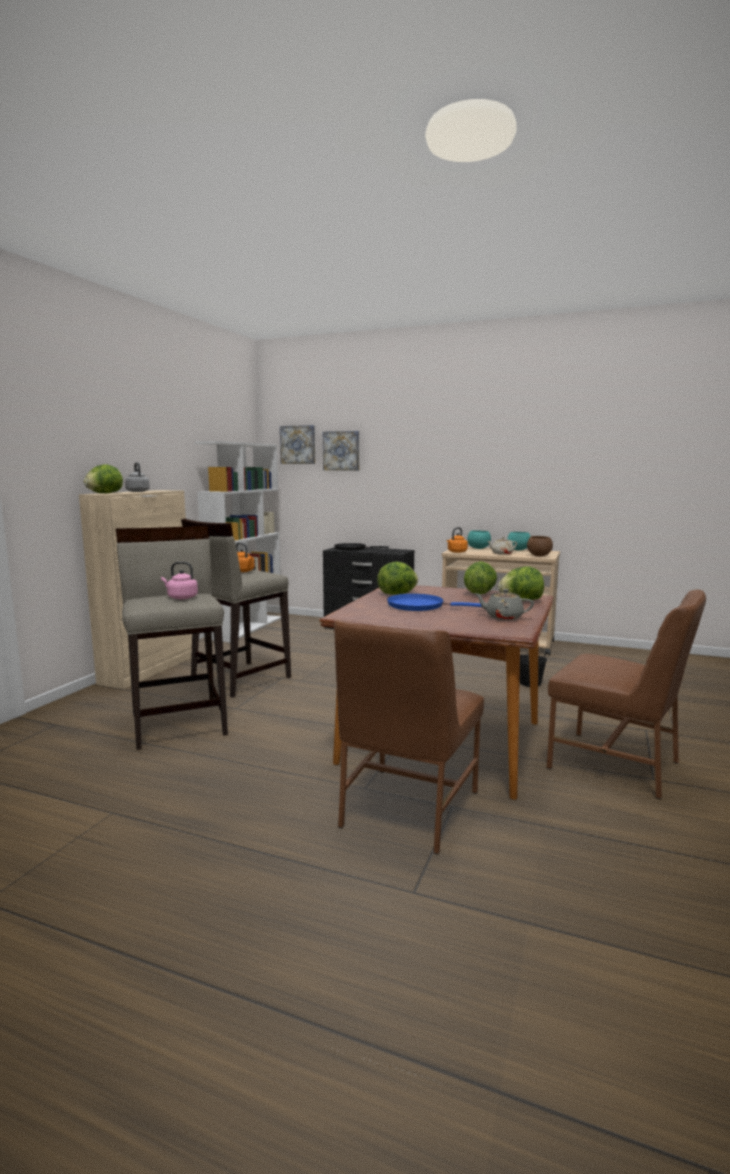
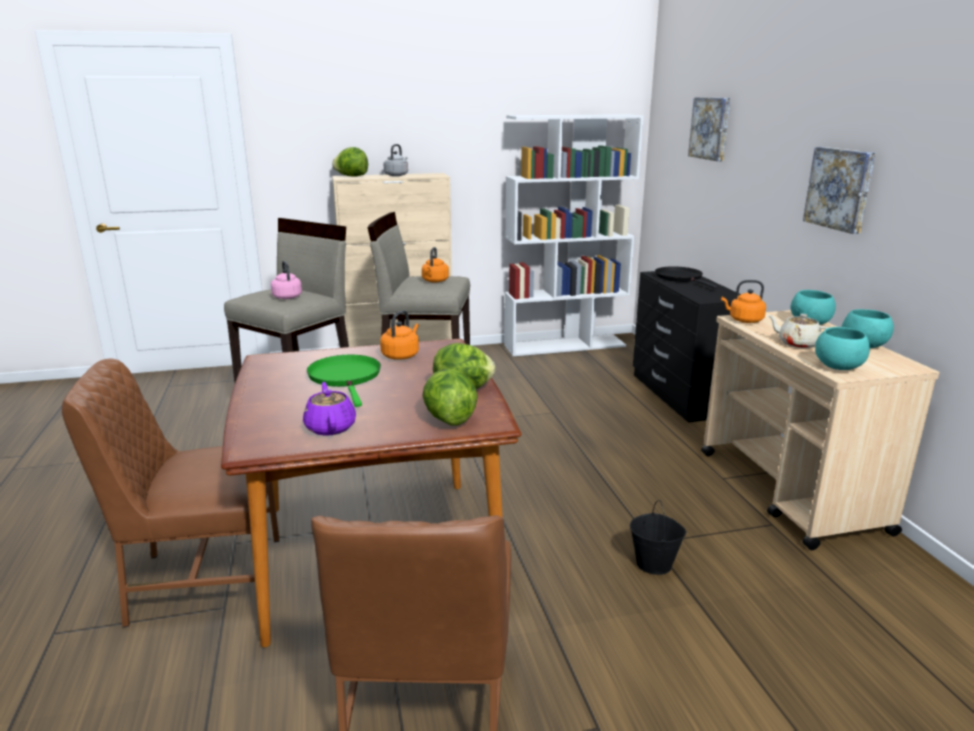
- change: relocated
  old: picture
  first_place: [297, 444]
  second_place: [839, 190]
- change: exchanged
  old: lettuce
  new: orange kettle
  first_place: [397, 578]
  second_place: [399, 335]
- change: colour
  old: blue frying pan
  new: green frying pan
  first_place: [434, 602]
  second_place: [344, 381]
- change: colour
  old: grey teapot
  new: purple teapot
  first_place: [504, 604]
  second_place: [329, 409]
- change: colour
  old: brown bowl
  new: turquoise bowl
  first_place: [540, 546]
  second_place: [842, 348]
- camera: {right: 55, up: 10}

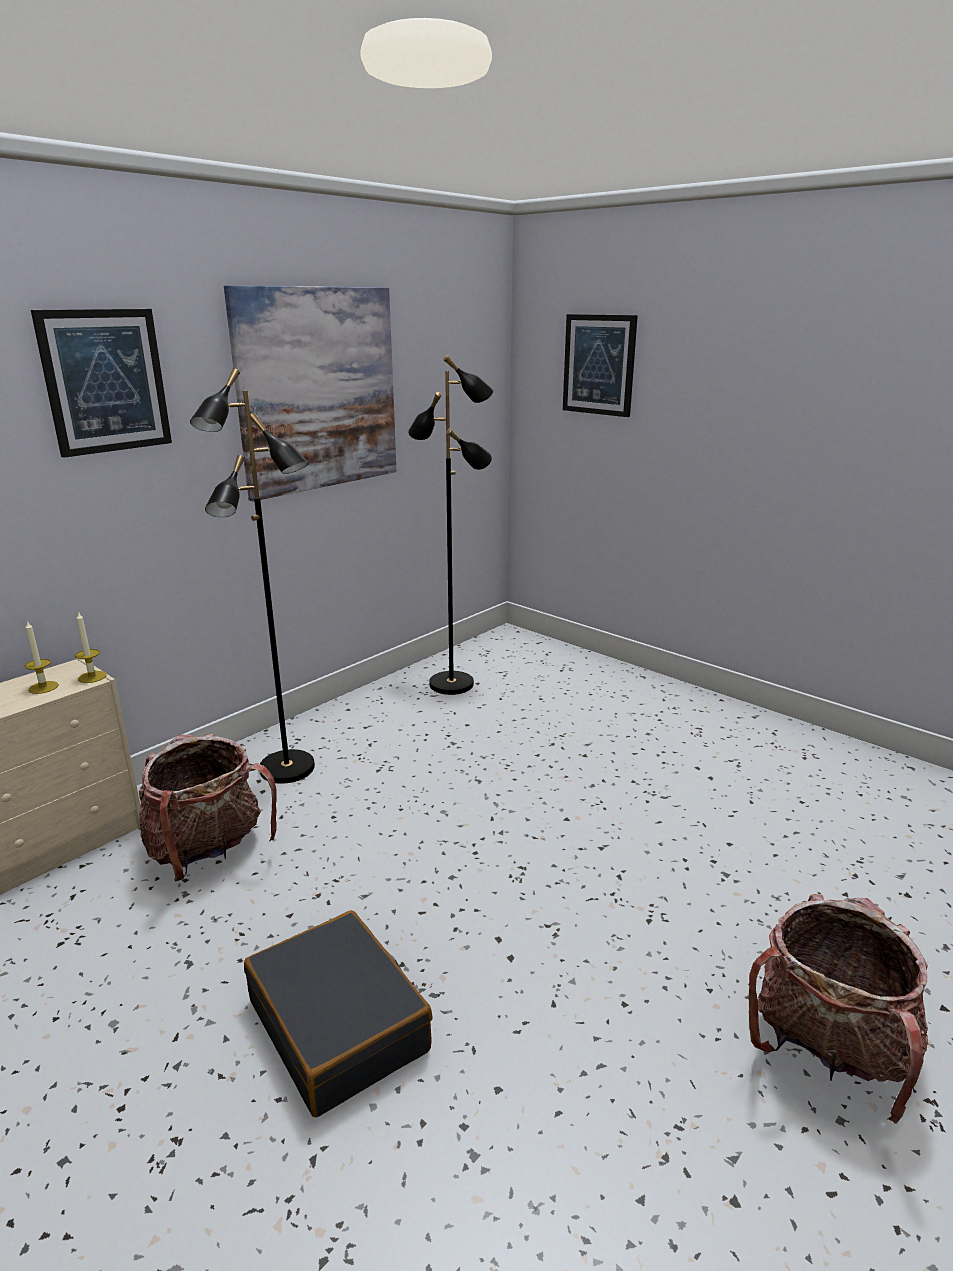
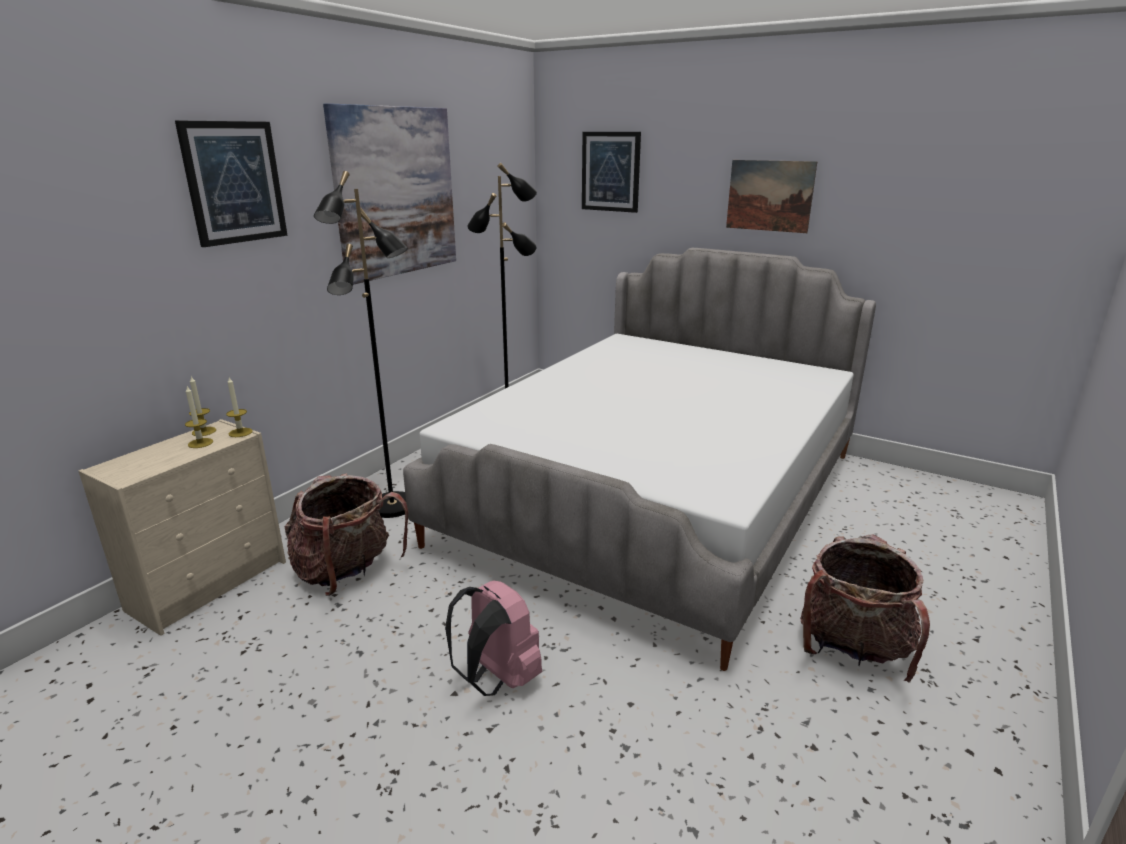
- change: appeared
  new: candle
  second_place: [202, 406]
- change: appeared
  new: bed
  second_place: [639, 459]
- change: appeared
  new: picture
  second_place: [771, 196]
- change: exchanged
  old: black suitcase
  new: pink backpack
  first_place: [338, 1013]
  second_place: [493, 638]
- camera: {right: -10, up: 0}

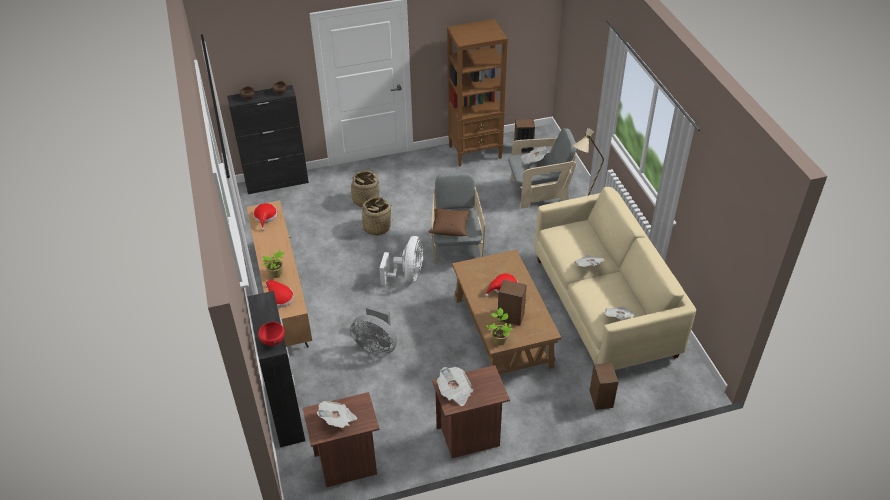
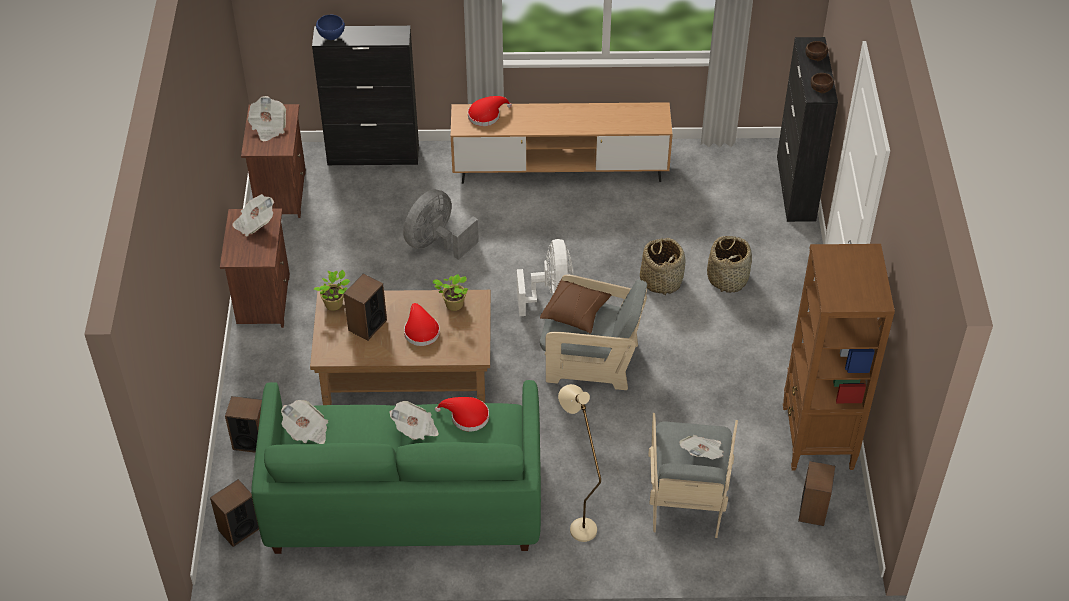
- change: appeared
  new: speaker
  second_place: [234, 513]
- change: relocated
  old: red hat
  first_place: [265, 217]
  second_place: [462, 414]
- change: relocated
  old: potted plant
  first_place: [273, 264]
  second_place: [450, 292]
- change: colour
  old: red bowl
  new: blue bowl
  first_place: [271, 334]
  second_place: [330, 27]
- change: colour
  old: beige sofa
  new: green sofa
  first_place: [615, 278]
  second_place: [396, 467]
- change: spun
  old: white fan
  first_place: [401, 260]
  second_place: [545, 277]
  degrees: -120
- camera: {right: 105, up: 5}

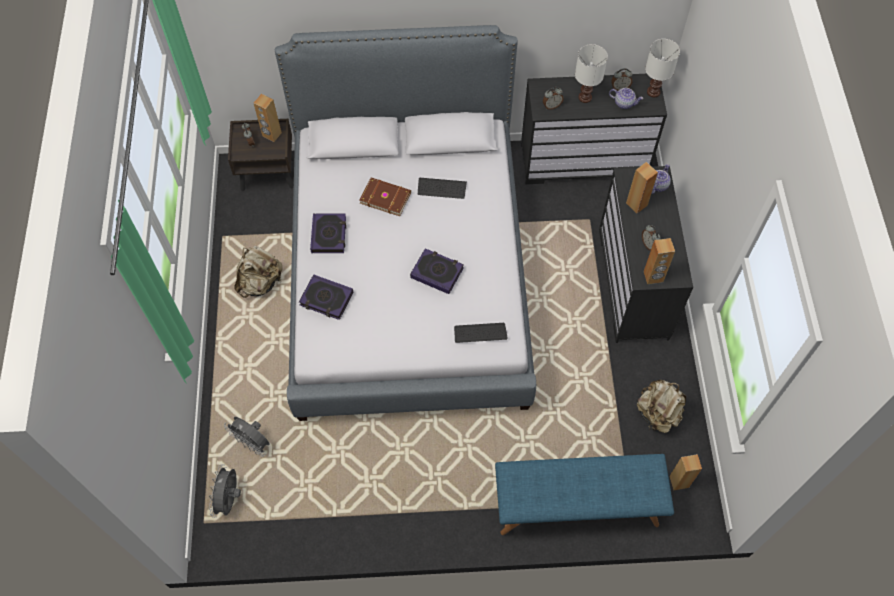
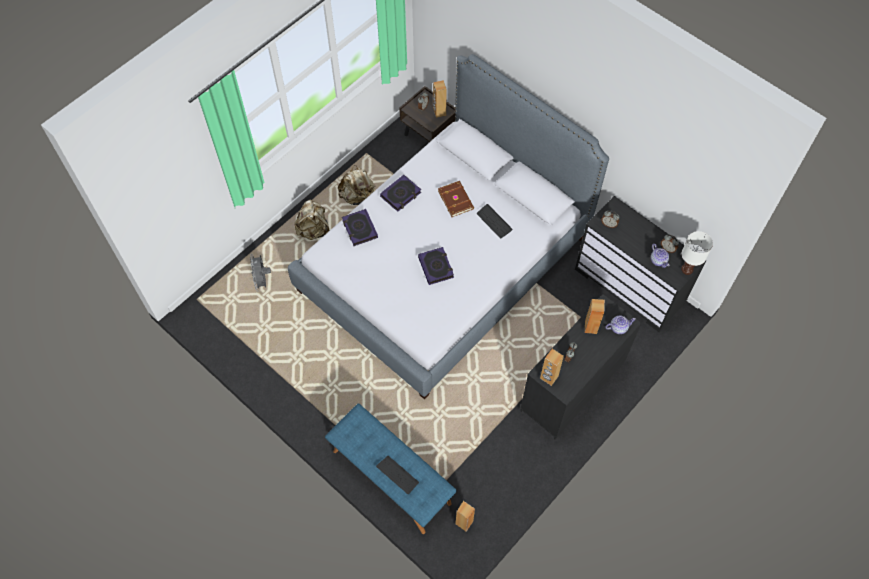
- change: missing
  old: grey fan
  first_place: [225, 491]
- change: missing
  old: white table lamp
  first_place: [591, 73]
- change: relocated
  old: keyboard
  first_place: [480, 333]
  second_place: [397, 475]
- change: relocated
  old: beige backpack
  first_place: [661, 406]
  second_place: [311, 219]
- camera: {right: 45, up: 0}

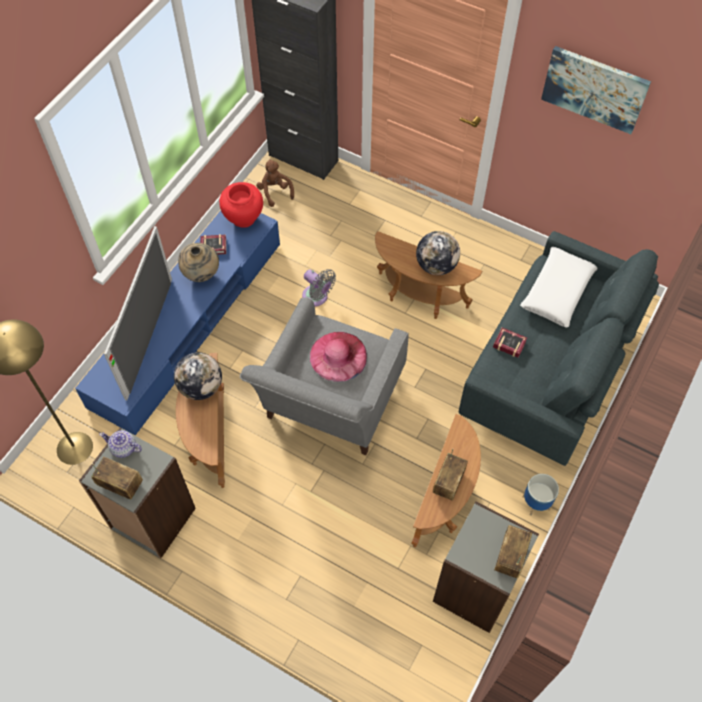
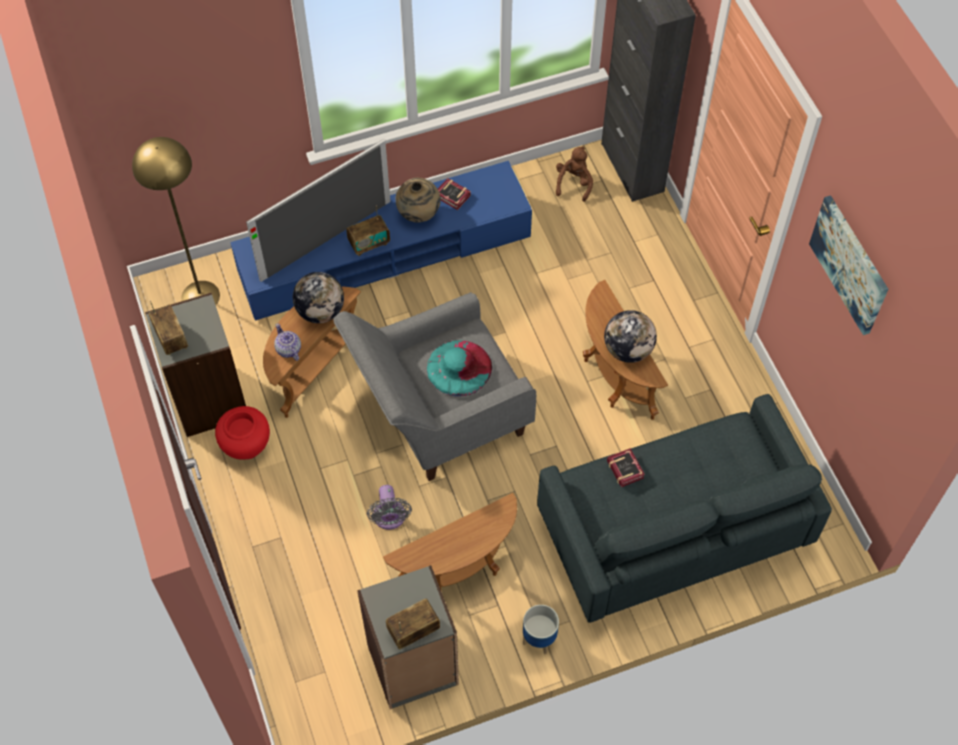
- change: missing
  old: white pillow
  first_place: [559, 287]
- change: relocated
  old: teapot
  first_place: [120, 444]
  second_place: [287, 342]
- change: relocated
  old: red vase
  first_place: [241, 205]
  second_place: [242, 433]
- change: relocated
  old: grey fan
  first_place: [319, 288]
  second_place: [389, 507]
- change: relocated
  old: radio
  first_place: [450, 475]
  second_place: [368, 231]
- change: colour
  old: pink hat
  new: turquoise hat
  first_place: [338, 357]
  second_place: [459, 368]
- camera: {right: 40, up: 0}

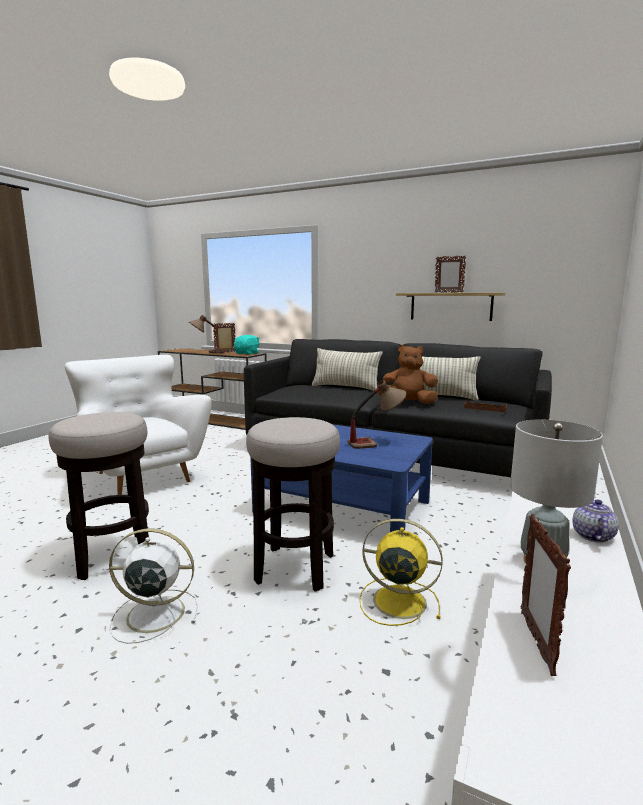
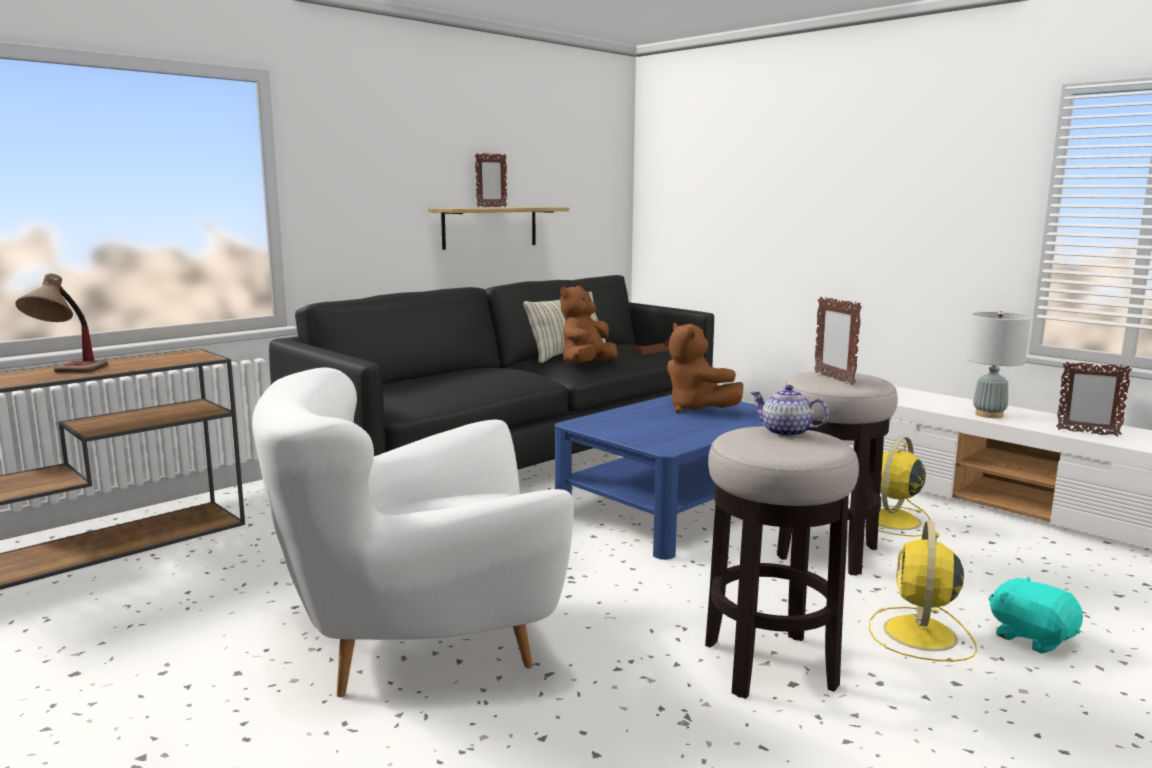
- change: missing
  old: pillow
  first_place: [347, 369]
- change: relocated
  old: picture frame
  first_place: [224, 338]
  second_place: [838, 341]
- change: relocated
  old: turquoise plush toy
  first_place: [247, 345]
  second_place: [1035, 615]
- change: relocated
  old: teapot
  first_place: [595, 521]
  second_place: [789, 411]
- change: exchanged
  old: table lamp
  new: brown plush toy
  first_place: [377, 414]
  second_place: [705, 368]
- change: colour
  old: white fan
  new: yellow fan
  first_place: [153, 586]
  second_place: [923, 591]
- camera: {right: -70, up: 0}

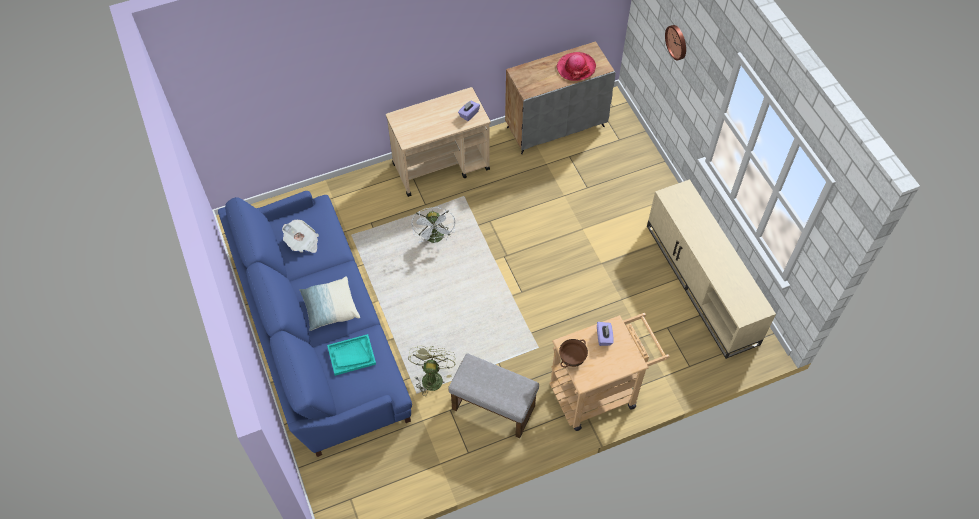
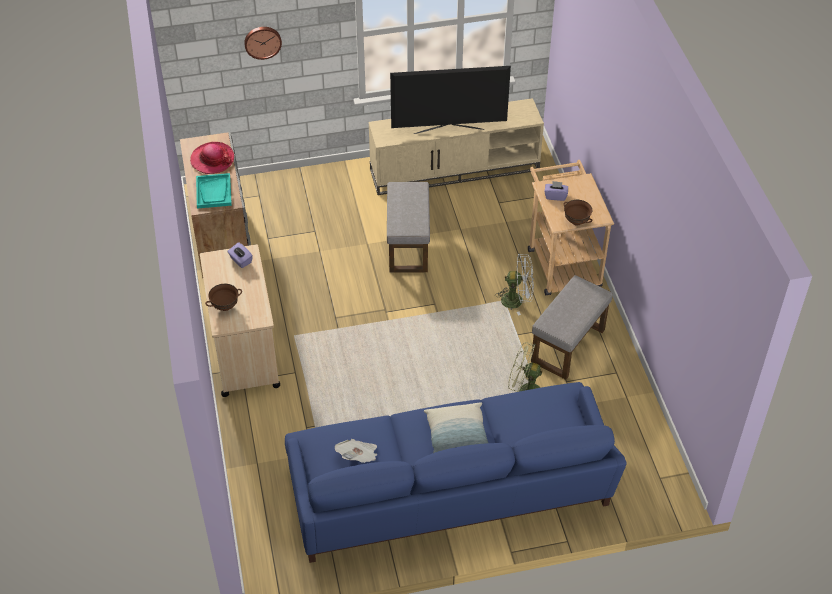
- change: appeared
  new: brown bowl
  second_place: [223, 297]
- change: appeared
  new: grey ottoman
  second_place: [408, 227]
- change: appeared
  new: television
  second_place: [450, 100]
- change: relocated
  old: turquoise tray
  first_place: [351, 355]
  second_place: [214, 191]
- change: relocated
  old: white fan
  first_place: [433, 225]
  second_place: [514, 284]
- camera: {right: -80, up: -10}

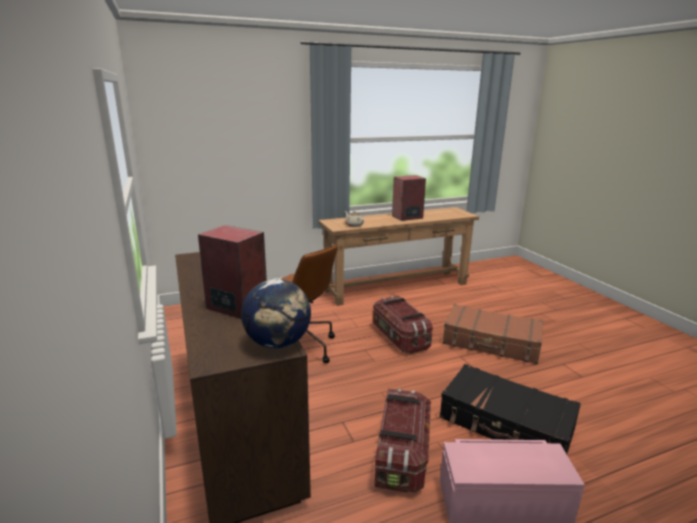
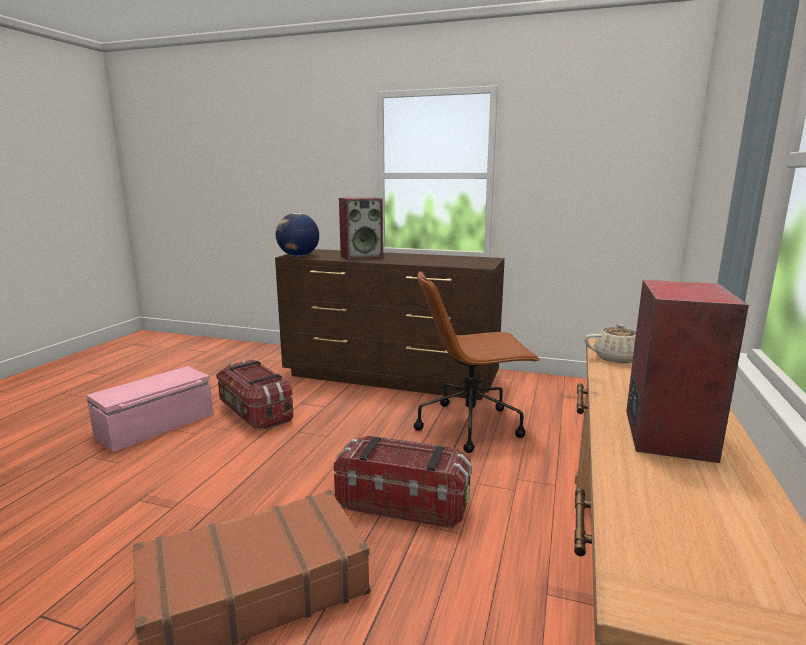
- change: missing
  old: black suitcase
  first_place: [510, 409]
- camera: {right: 130, up: -5}

